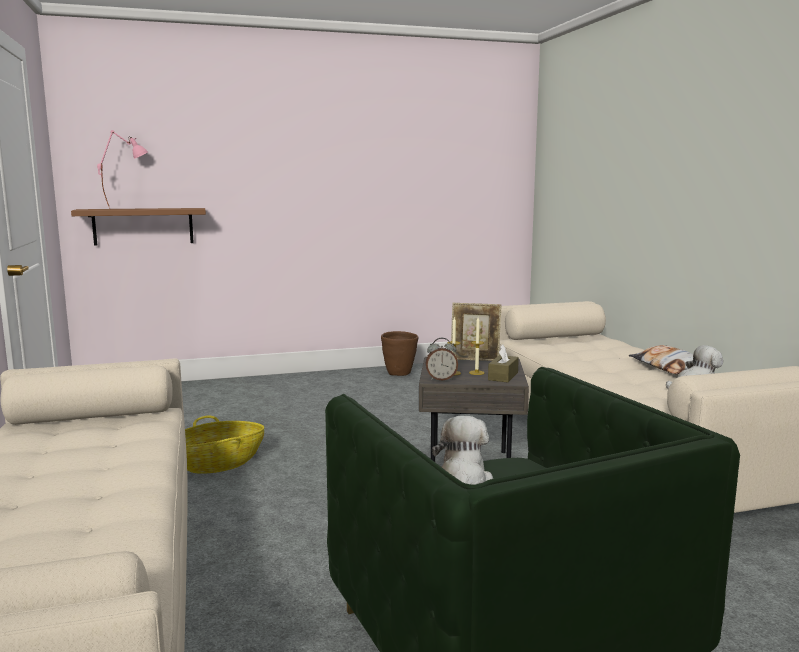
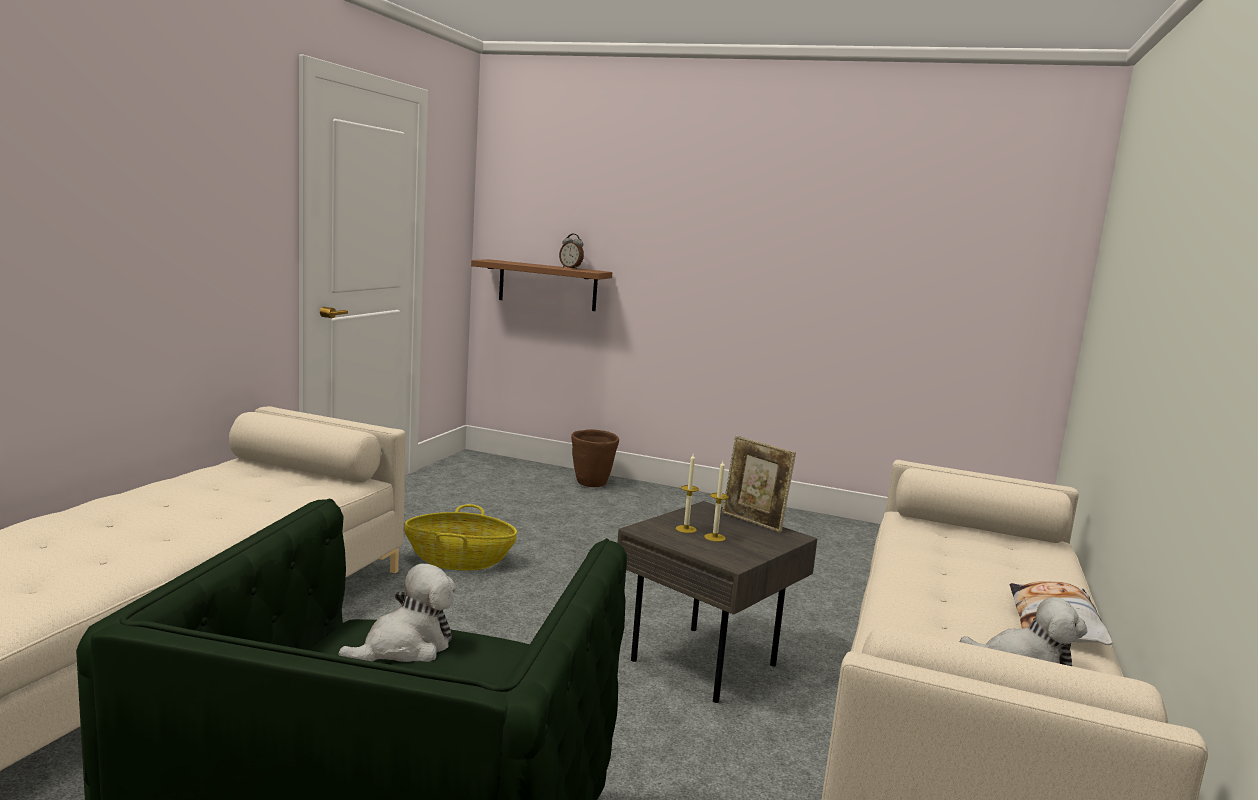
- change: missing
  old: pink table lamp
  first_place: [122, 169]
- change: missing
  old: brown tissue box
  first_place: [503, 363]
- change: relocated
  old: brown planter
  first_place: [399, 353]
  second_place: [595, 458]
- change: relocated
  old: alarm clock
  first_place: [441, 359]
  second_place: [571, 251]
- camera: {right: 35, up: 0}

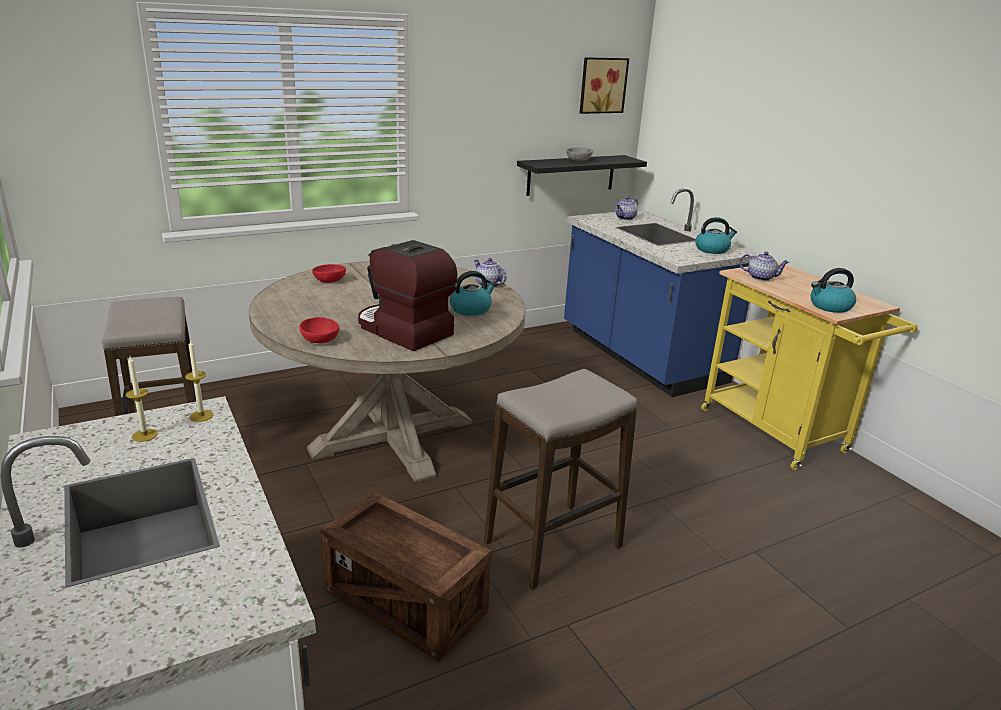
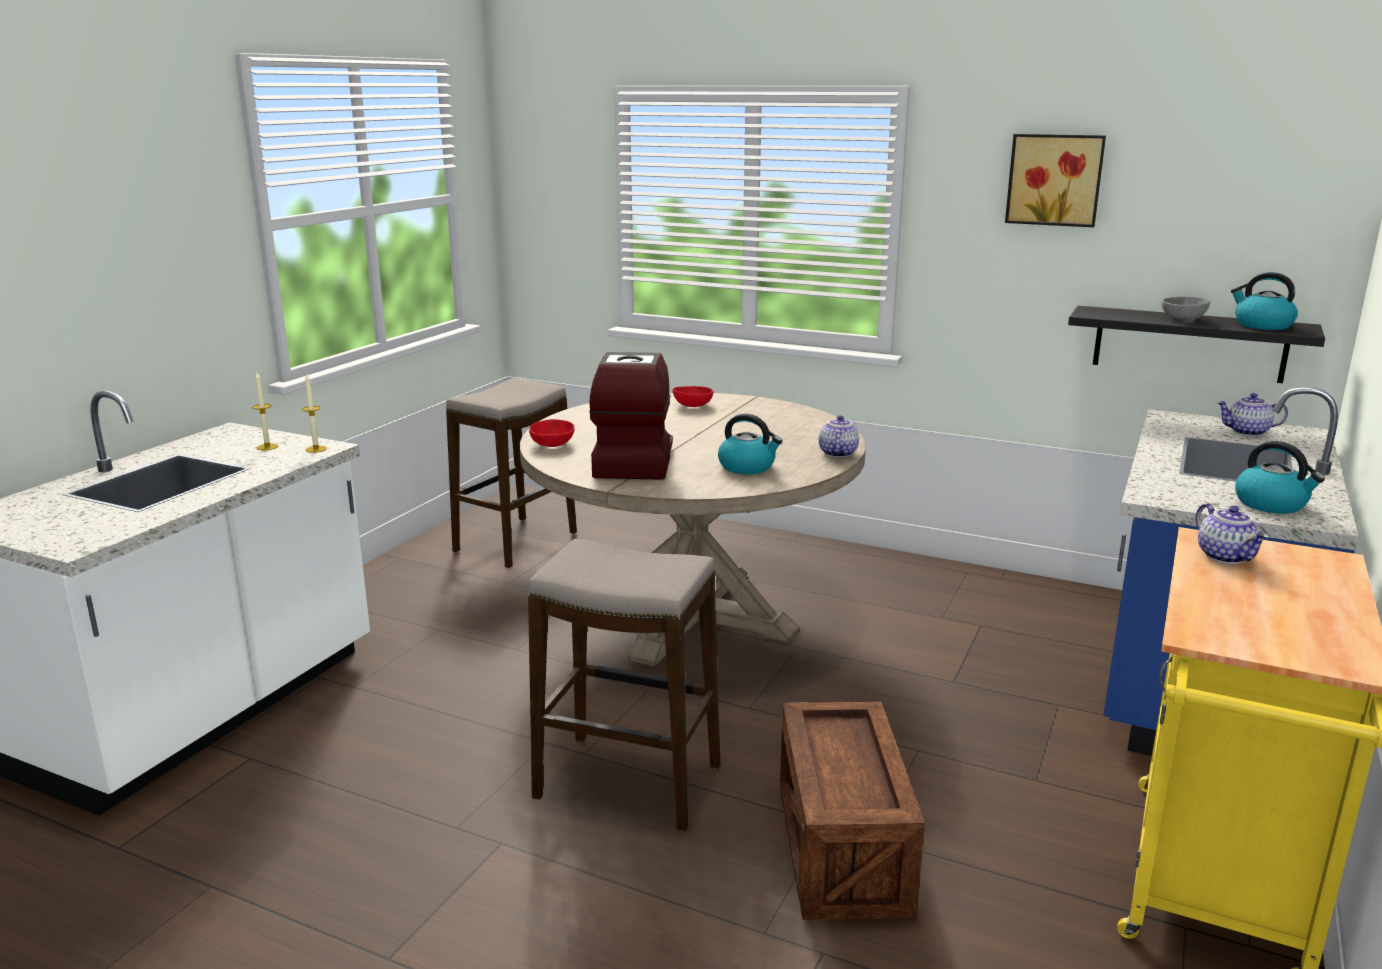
- change: relocated
  old: crate
  first_place: [406, 576]
  second_place: [852, 810]
- change: relocated
  old: picture
  first_place: [604, 85]
  second_place: [1055, 180]
- change: relocated
  old: kettle
  first_place: [833, 290]
  second_place: [1264, 301]
- camera: {right: 55, up: -5}

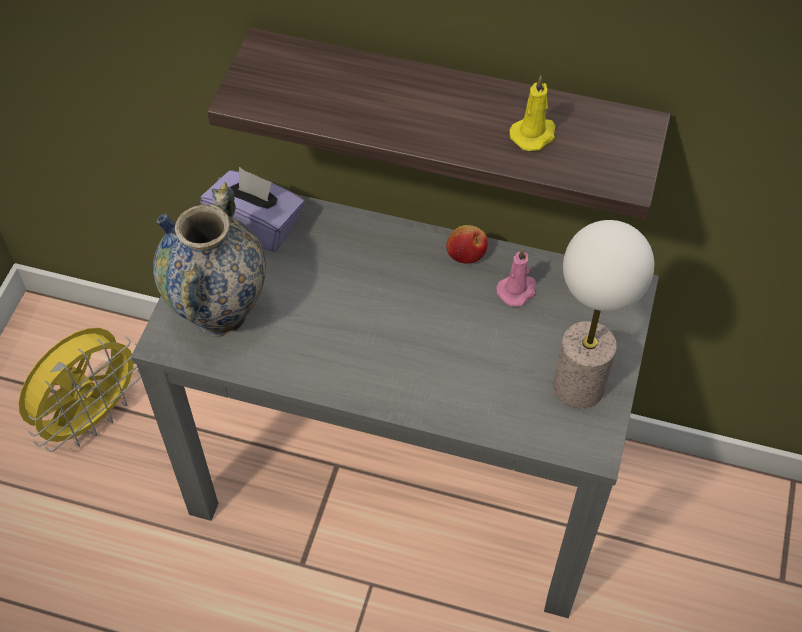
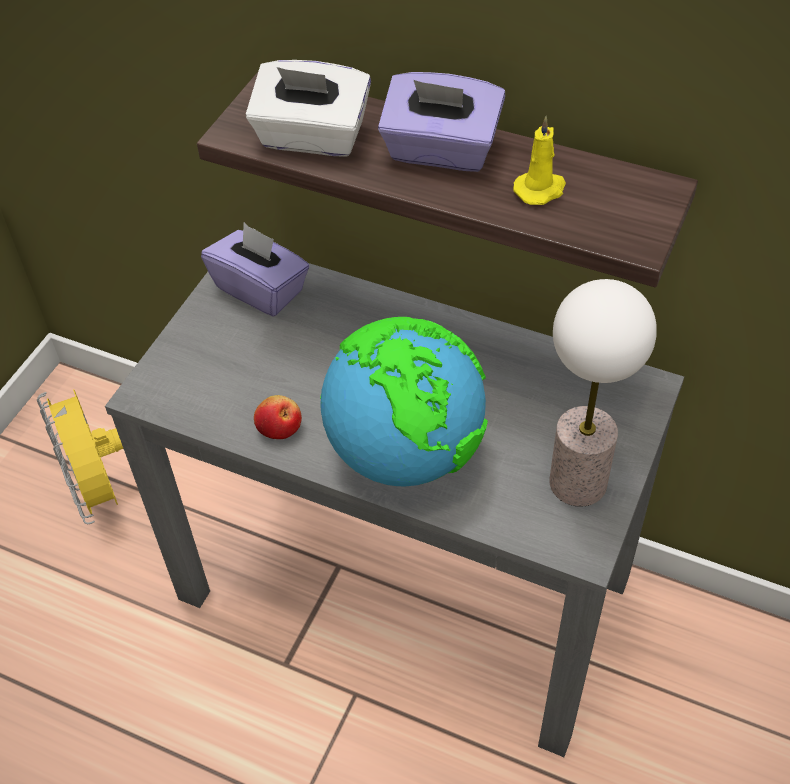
- change: missing
  old: vase
  first_place: [209, 259]
- change: missing
  old: pink candle
  first_place: [516, 277]
- change: appeared
  new: white tissue box
  second_place: [308, 108]
- change: appeared
  new: globe
  second_place: [404, 401]
- change: appeared
  new: purple tissue box
  second_place: [441, 122]
- change: relocated
  old: apple
  first_place: [467, 244]
  second_place: [278, 417]
- change: spun
  old: yellow fan
  first_place: [79, 389]
  second_place: [80, 456]
  degrees: 105
- camera: {right: 10, up: -5}

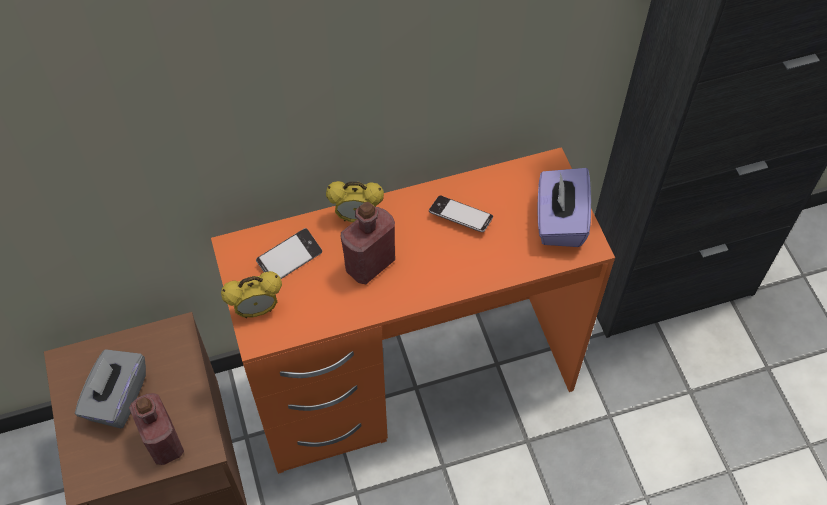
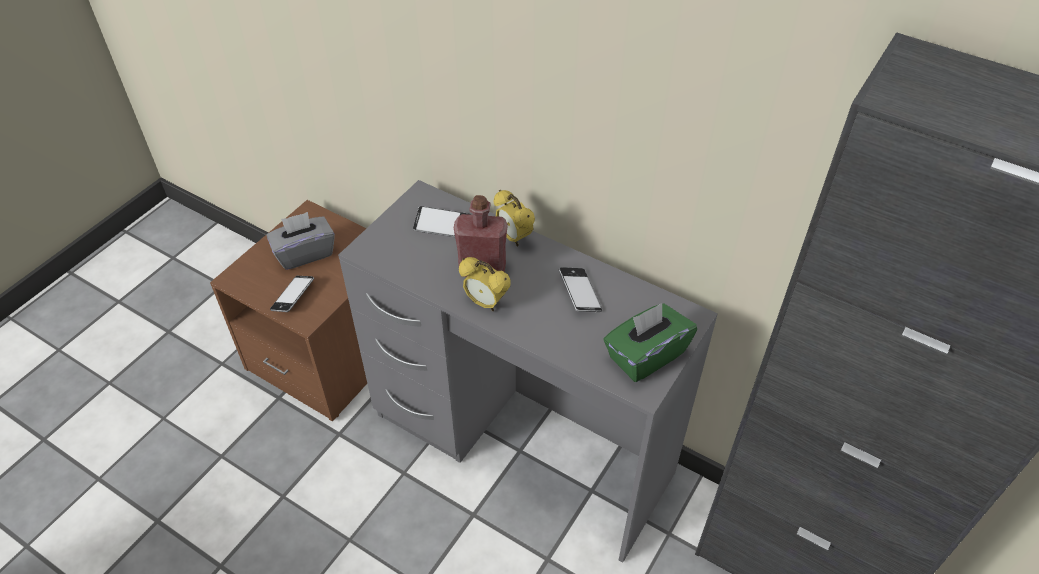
- change: relocated
  old: alarm clock
  first_place: [251, 294]
  second_place: [485, 284]
- change: exchanged
  old: red bottle
  new: phone
  first_place: [156, 429]
  second_place: [292, 294]
- change: colour
  old: orange desk
  new: grey desk
  first_place: [413, 310]
  second_place: [528, 371]
- change: colour
  old: purple tissue box
  new: green tissue box
  first_place: [564, 207]
  second_place: [650, 342]
- camera: {right: 50, up: -10}

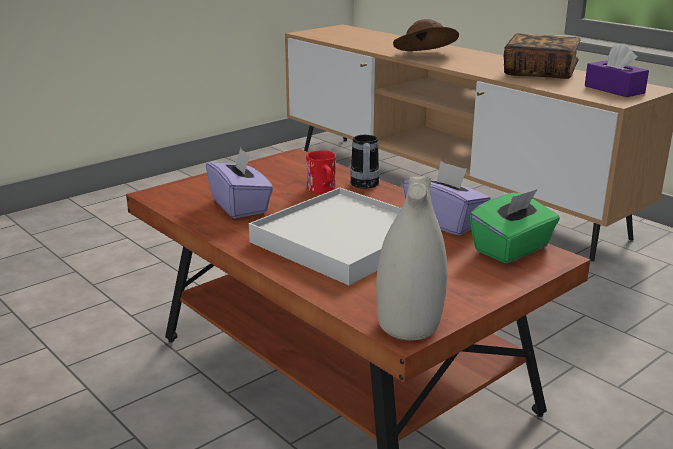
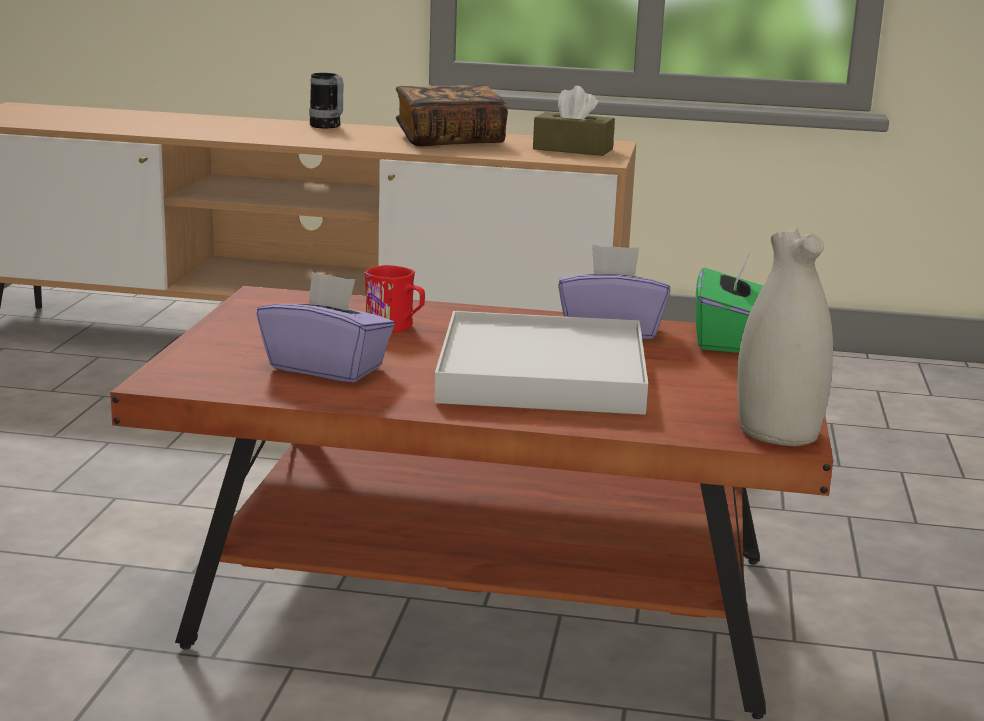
- change: missing
  old: brown hat
  first_place: [426, 35]
- change: relocated
  old: mug
  first_place: [365, 162]
  second_place: [326, 100]
- change: colour
  old: purple tissue box
  new: brown tissue box
  first_place: [617, 70]
  second_place: [574, 121]
- camera: {right: -40, up: -5}

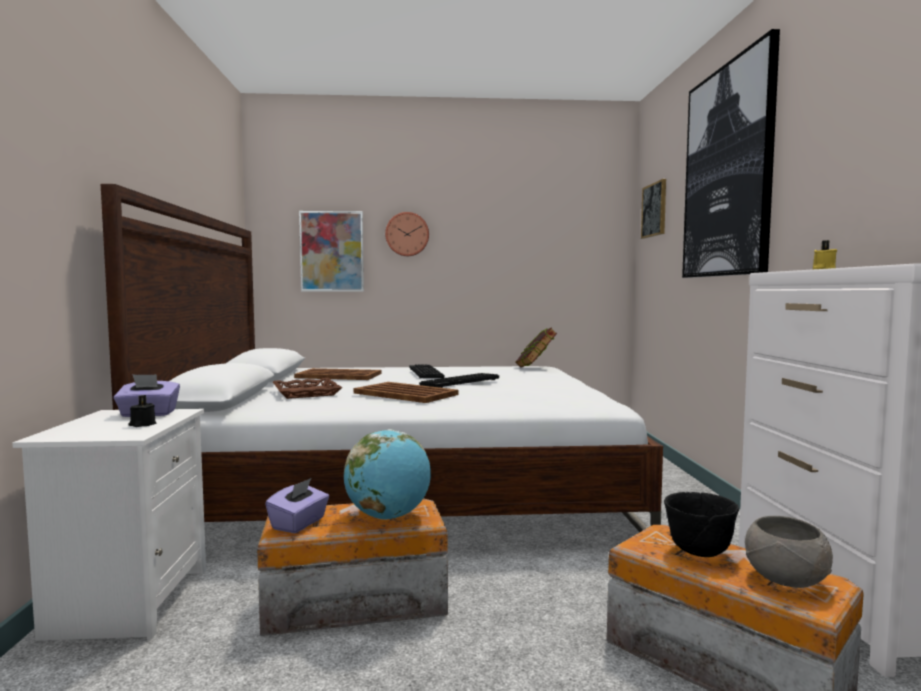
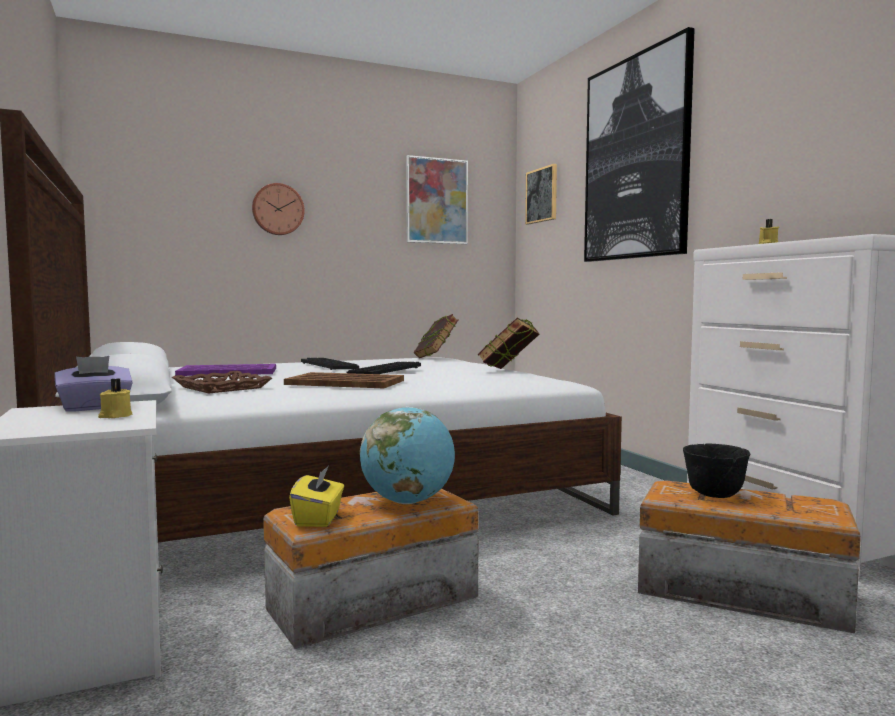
- change: missing
  old: grey bowl
  first_place: [789, 552]
- change: appeared
  new: book
  second_place: [508, 343]
- change: relocated
  old: picture
  first_place: [331, 251]
  second_place: [437, 199]
- change: colour
  old: black candle
  new: yellow candle
  first_place: [142, 411]
  second_place: [115, 398]
- change: colour
  old: purple tissue box
  new: yellow tissue box
  first_place: [297, 505]
  second_place: [316, 496]
- change: colour
  old: brown tray
  new: purple tray
  first_place: [337, 374]
  second_place: [225, 370]
- camera: {right: -20, up: 0}

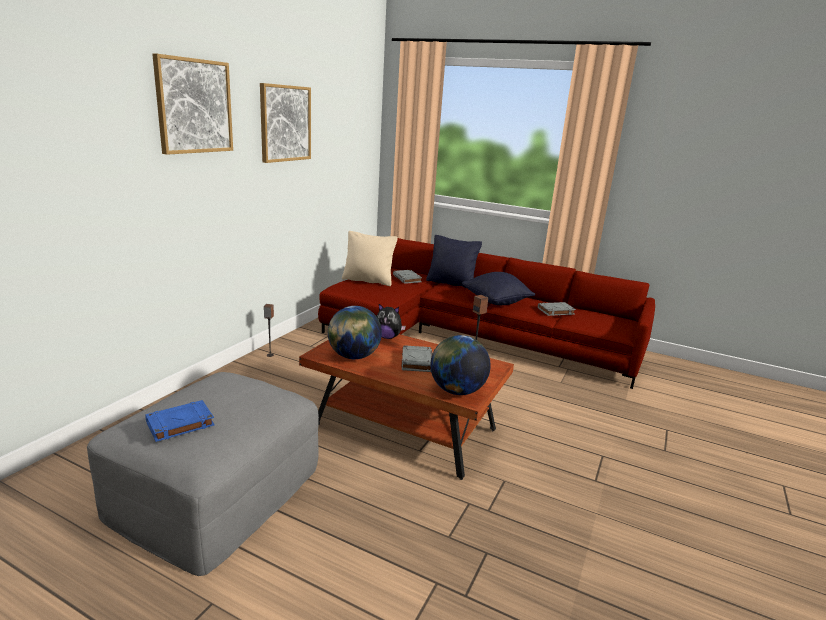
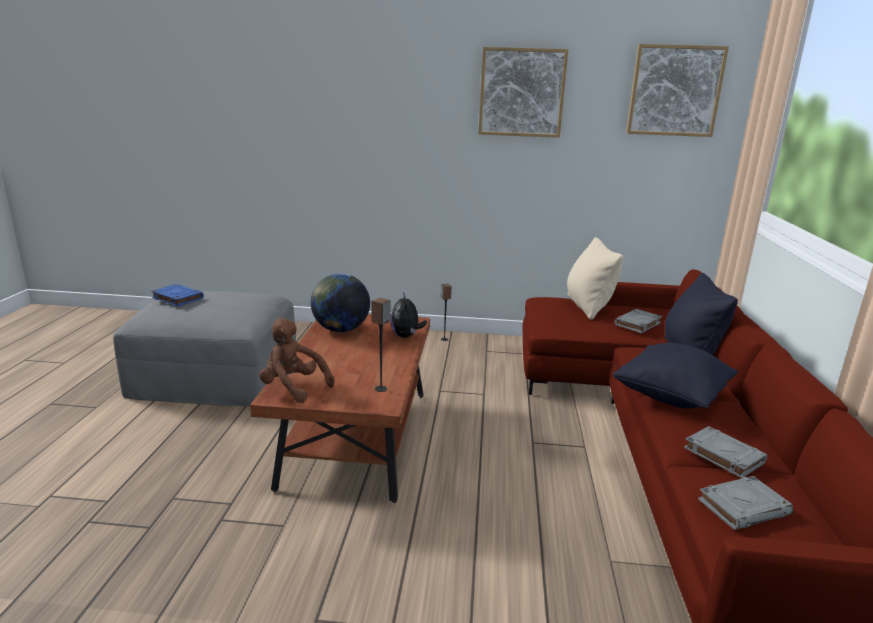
- change: relocated
  old: picture
  first_place: [192, 104]
  second_place: [677, 90]
- change: relocated
  old: grey book
  first_place: [416, 358]
  second_place: [745, 503]
- change: exchanged
  old: globe
  new: brown plush toy
  first_place: [460, 365]
  second_place: [297, 360]
- camera: {right: 70, up: 0}

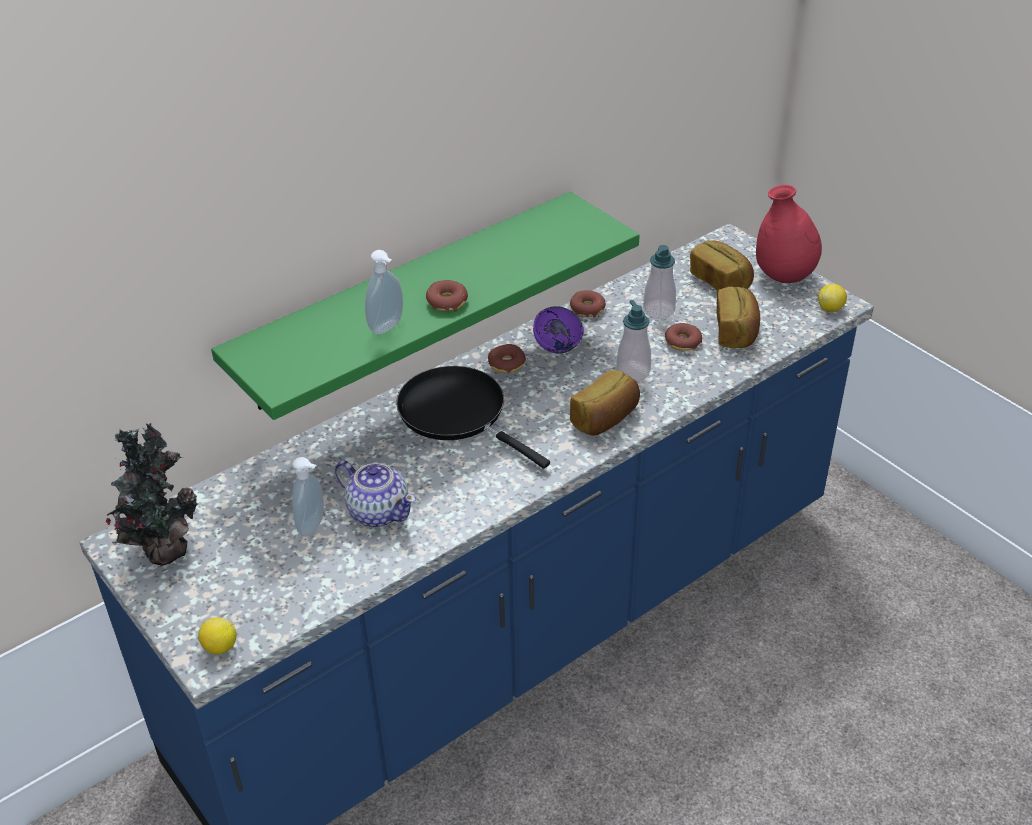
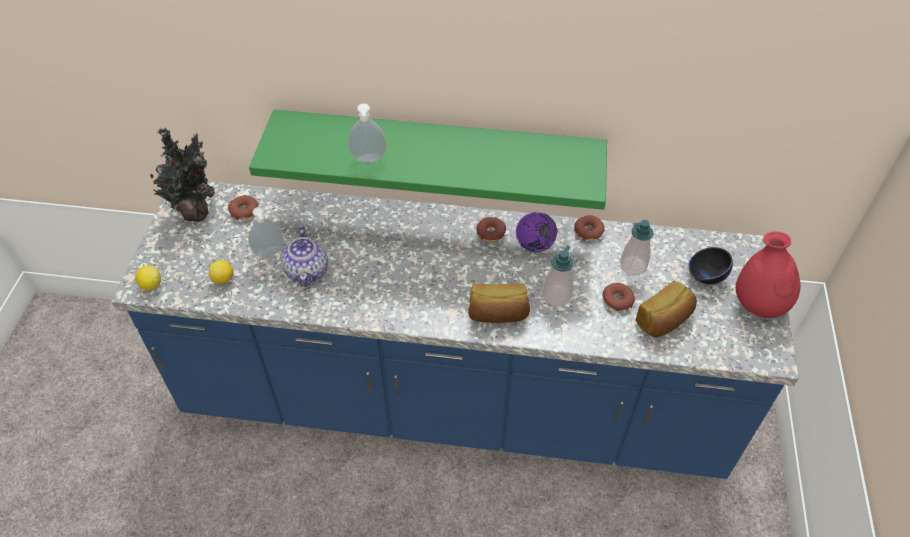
- change: missing
  old: black frying pan
  first_place: [473, 417]
- change: relocated
  old: donut
  first_place: [447, 295]
  second_place: [243, 207]
- change: relocated
  old: lemon
  first_place: [832, 298]
  second_place: [221, 272]
- change: exchanged
  old: bread
  new: black bowl
  first_place: [722, 265]
  second_place: [711, 265]
- camera: {right: 45, up: 10}

